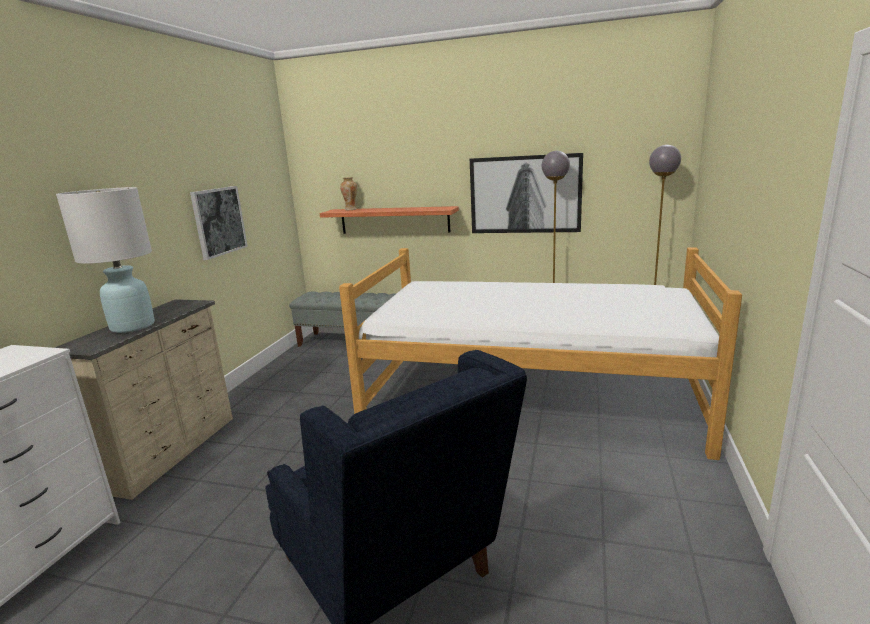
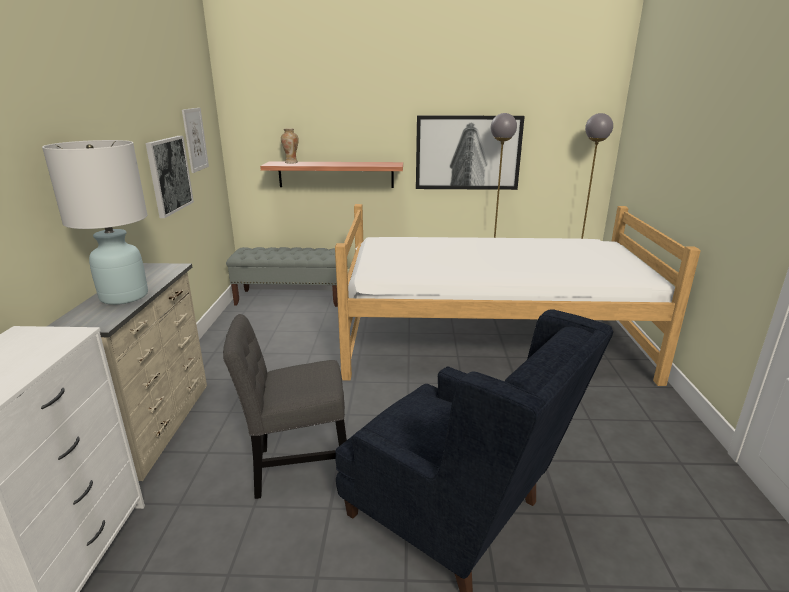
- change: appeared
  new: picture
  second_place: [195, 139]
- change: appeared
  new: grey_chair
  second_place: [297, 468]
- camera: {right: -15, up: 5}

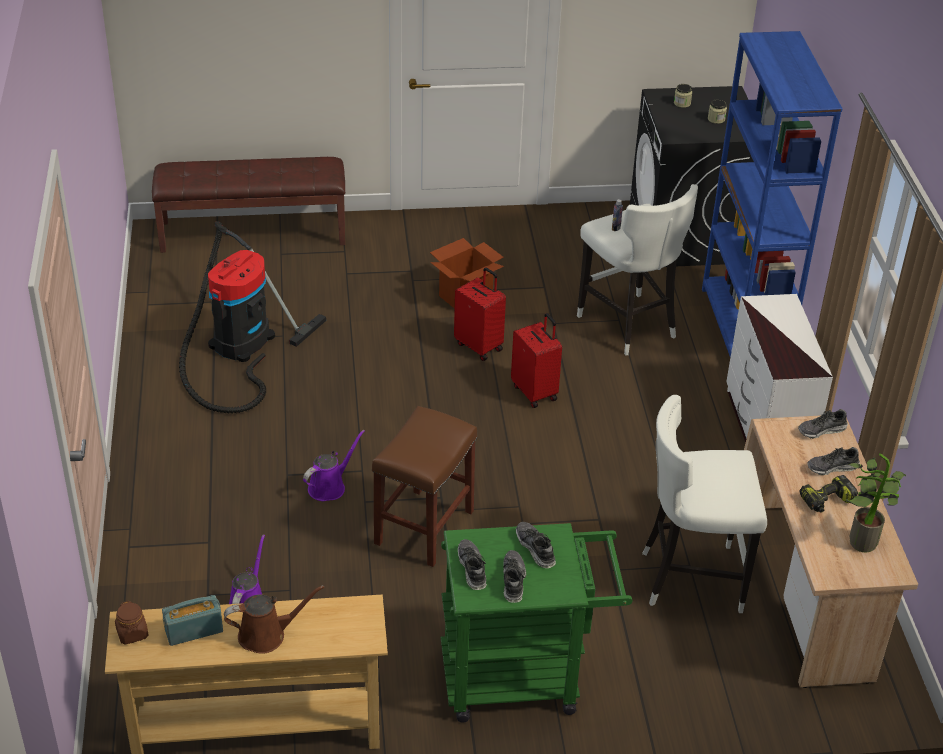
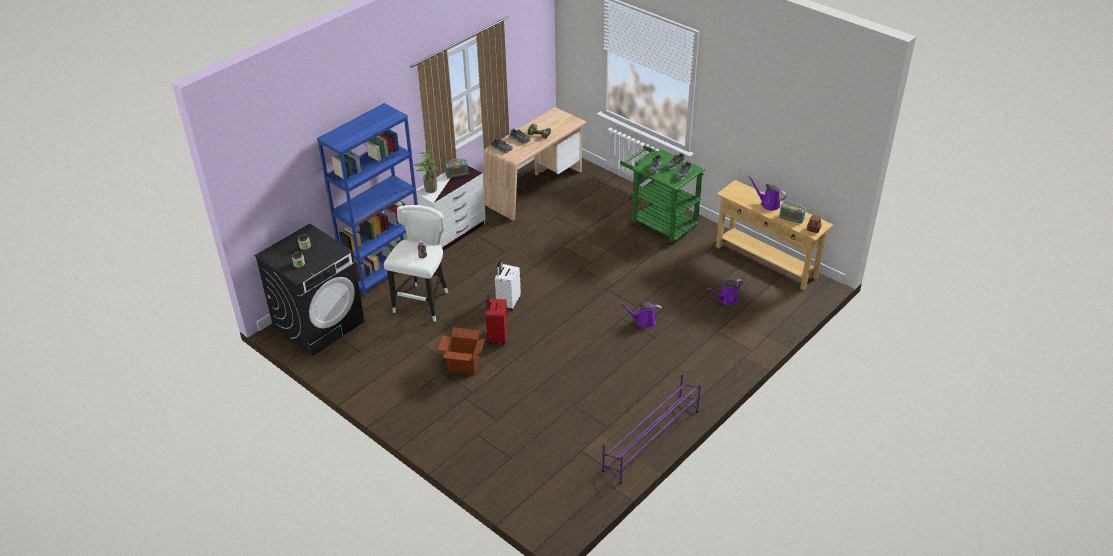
- change: relocated
  old: potted_plant
  first_place: [862, 539]
  second_place: [429, 190]
- change: appeared
  new: radio
  second_place: [457, 174]
- change: colour
  old: red_suitcase
  new: white_suitcase
  first_place: [535, 392]
  second_place: [508, 302]
- change: appeared
  new: purple_shoe_rack
  second_place: [650, 440]
- change: colour
  old: brown_watering_can
  new: purple_watering_can
  first_place: [266, 635]
  second_place: [768, 204]
- change: missing
  old: brown_bench
  first_place: [253, 232]
- change: missing
  old: vacuum_cleaner
  first_place: [239, 346]
- change: missing
  old: brown_stool
  first_place: [424, 526]
- change: missing
  old: white_stool
  first_place: [691, 578]
- camera: {right: -130, up: 0}

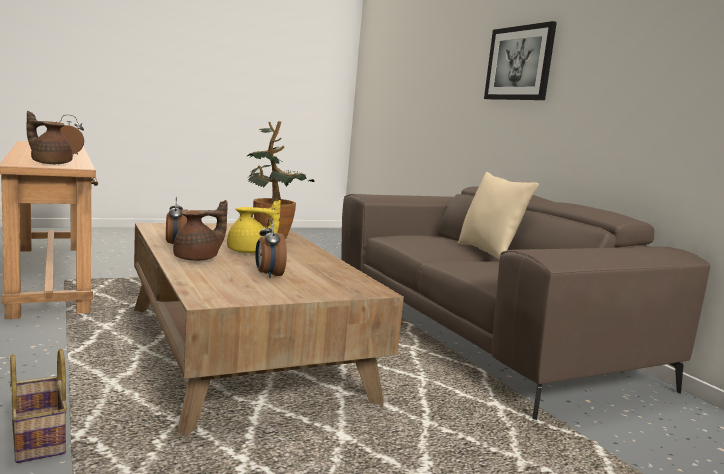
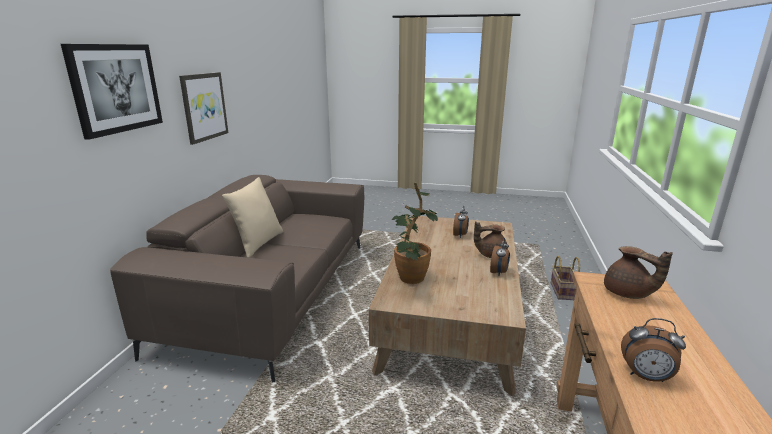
- change: appeared
  new: picture
  second_place: [204, 106]
- change: missing
  old: yellow_teapot
  first_place: [249, 252]
- camera: {right: -140, up: 10}

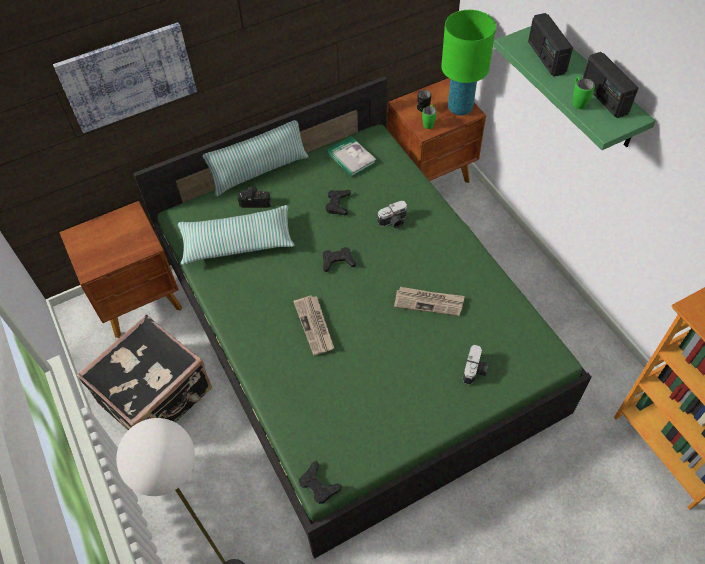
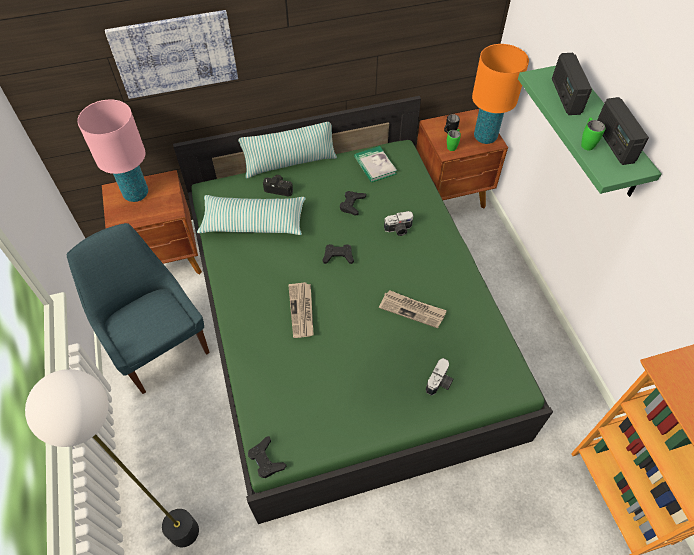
- change: exchanged
  old: black_suitcase
  new: blue_chair
  first_place: [157, 397]
  second_place: [159, 346]
- change: appeared
  new: pink_table_lamp
  second_place: [136, 193]
- change: colour
  old: green_table_lamp
  new: orange_table_lamp
  first_place: [460, 108]
  second_place: [485, 137]
- camera: {right: 10, up: 0}

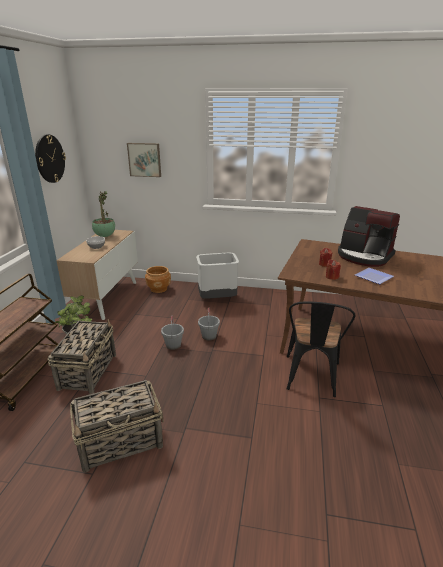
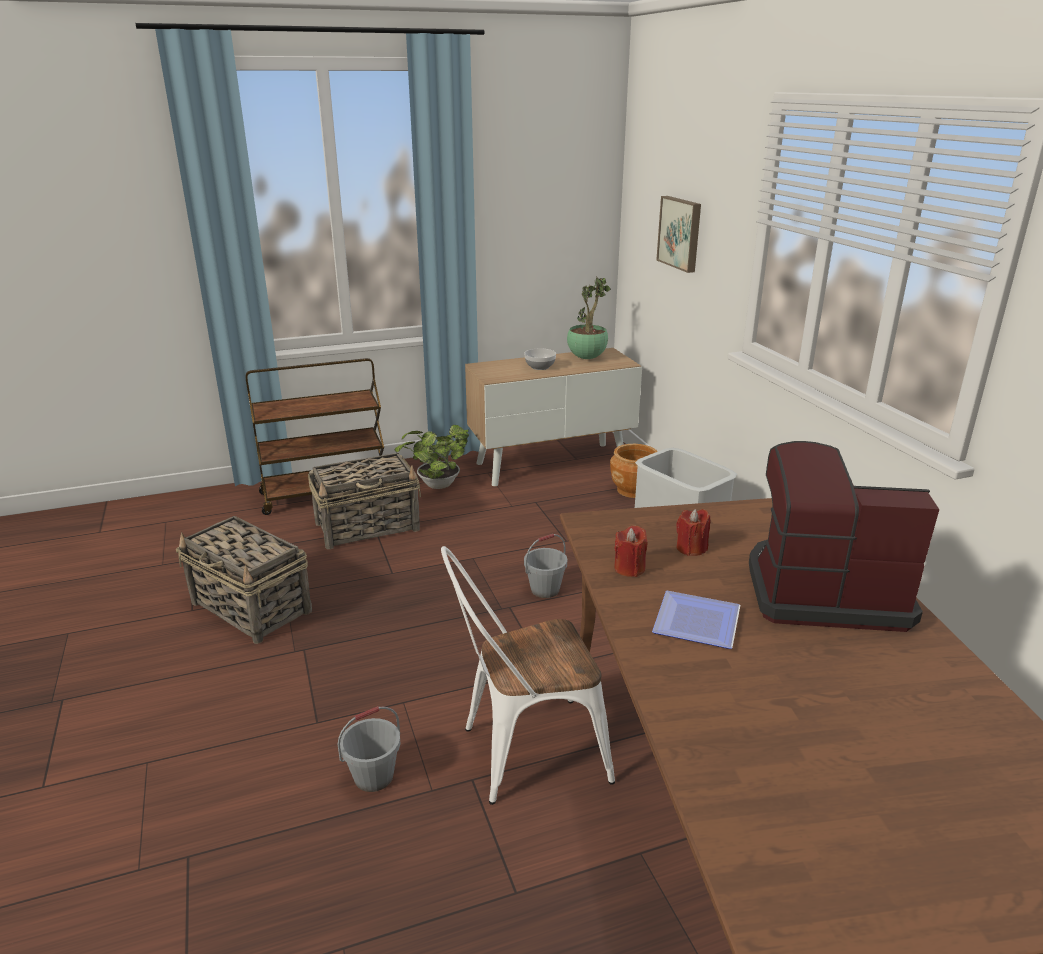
- change: relocated
  old: grey_bucket
  first_place: [173, 345]
  second_place: [374, 776]
- change: colour
  old: black_chair
  new: white_chair
  first_place: [311, 379]
  second_place: [523, 753]
- change: spun
  old: coffee_machine
  first_place: [364, 256]
  second_place: [822, 592]
  degrees: 90
- change: missing
  old: wall_clock
  first_place: [50, 159]
- camera: {right: 60, up: 0}

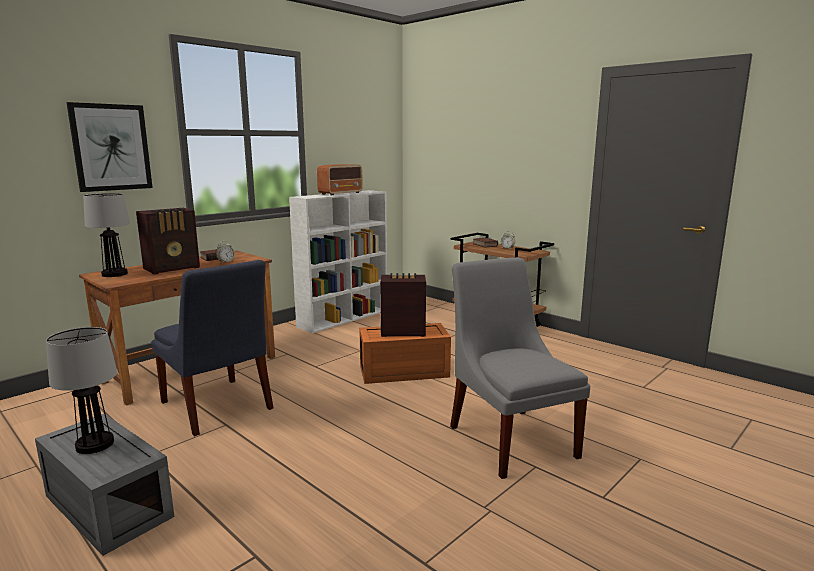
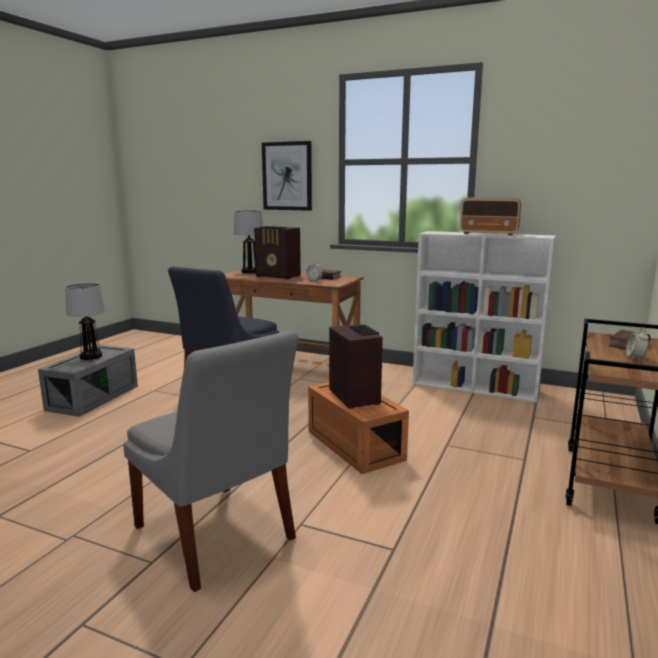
- change: spun
  old: grey_chair
  first_place: [510, 438]
  second_place: [216, 536]
  degrees: 90
- camera: {right: 70, up: 0}

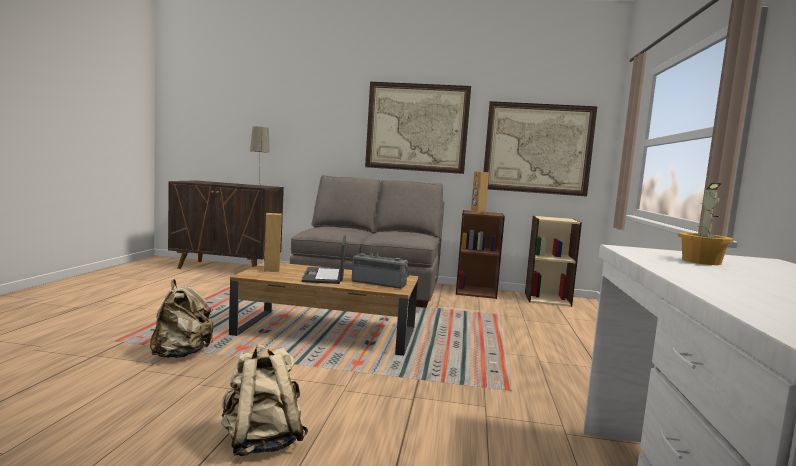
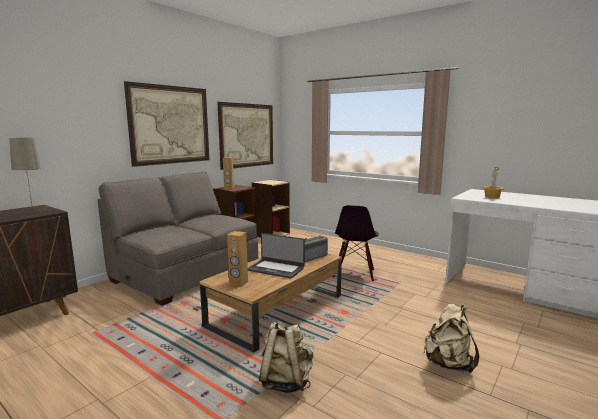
- change: appeared
  new: black_chair
  second_place: [354, 274]
- camera: {right: -60, up: 5}

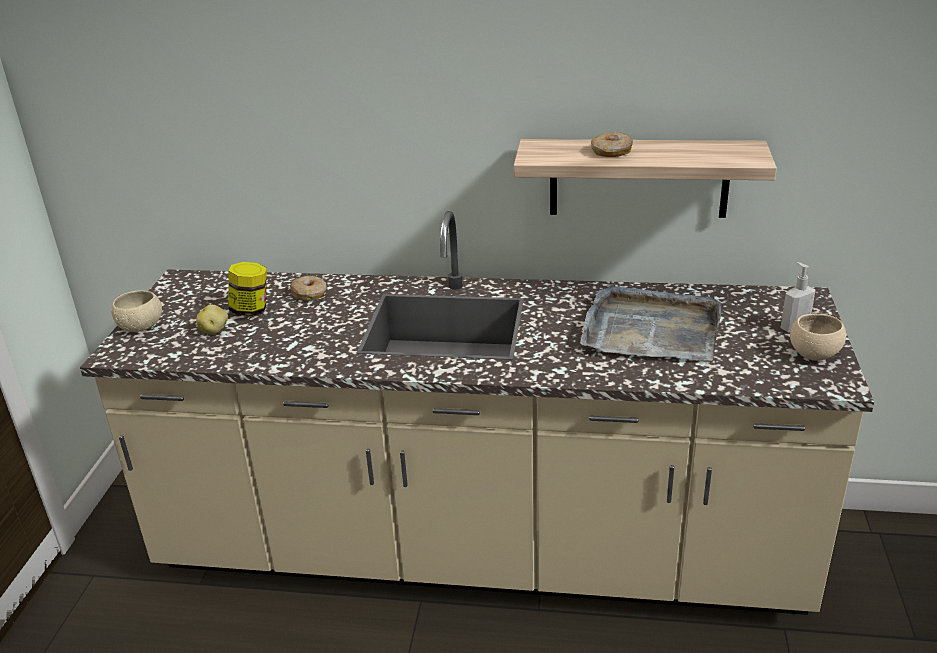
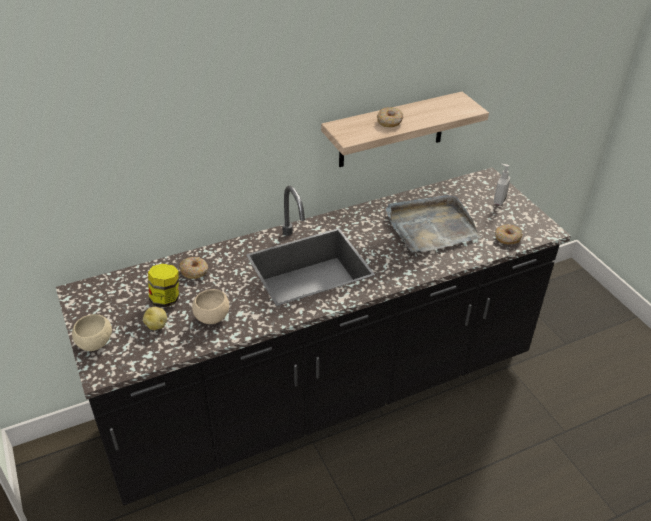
- change: colour
  old: beige_counter
  new: black_counter
  first_place: [479, 552]
  second_place: [323, 395]
- change: relocated
  old: beige_bowl
  first_place: [814, 354]
  second_place: [212, 317]
- change: appeared
  new: donut
  second_place: [507, 238]
- camera: {right: -35, up: 10}

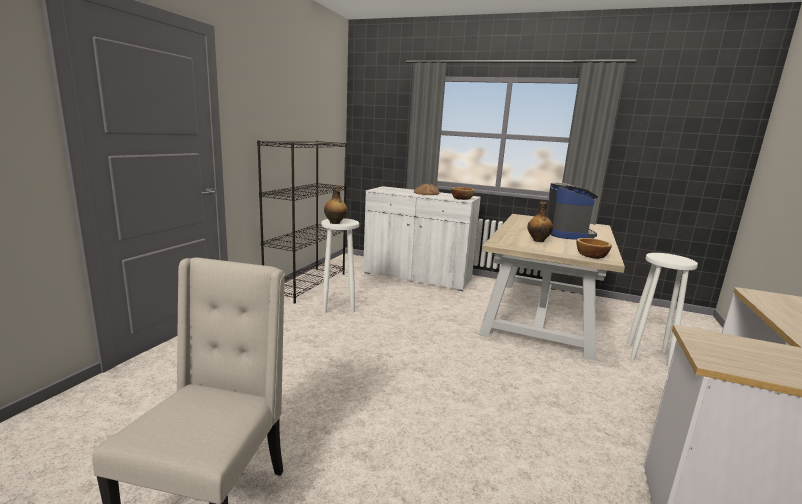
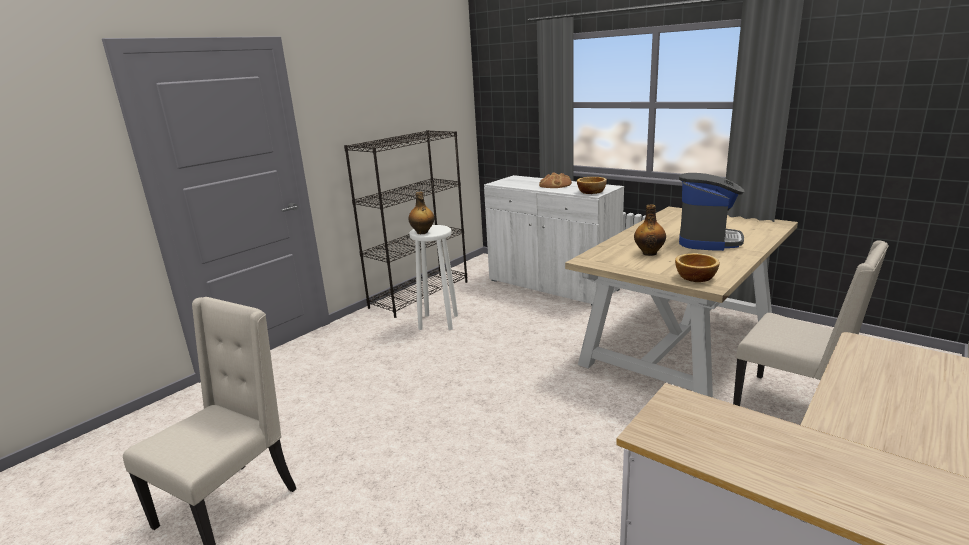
- change: exchanged
  old: white_stool
  new: beige_chair
  first_place: [648, 355]
  second_place: [793, 407]
- camera: {right: 20, up: 5}

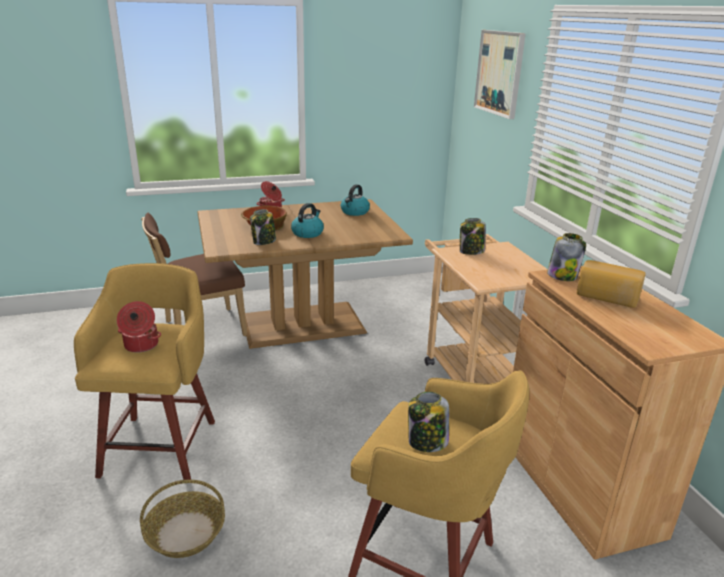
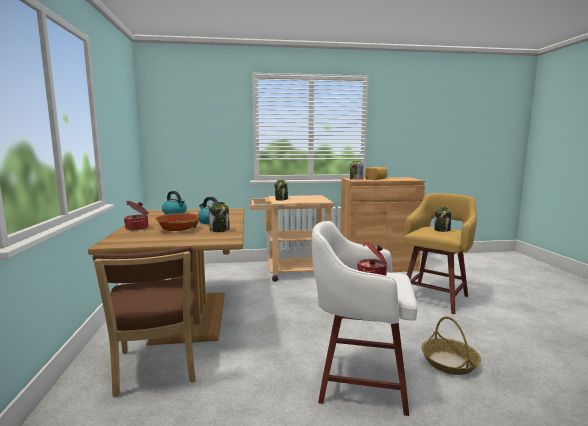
- change: colour
  old: yellow_stool
  new: white_stool
  first_place: [161, 445]
  second_place: [359, 381]
- change: missing
  old: picture
  first_place: [500, 73]
- camera: {right: -80, up: -15}

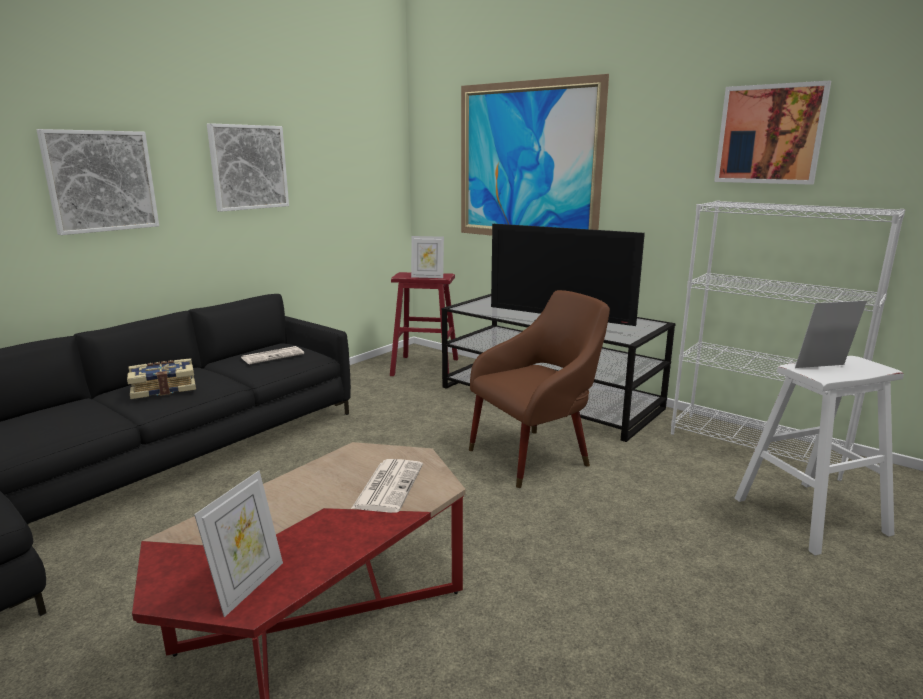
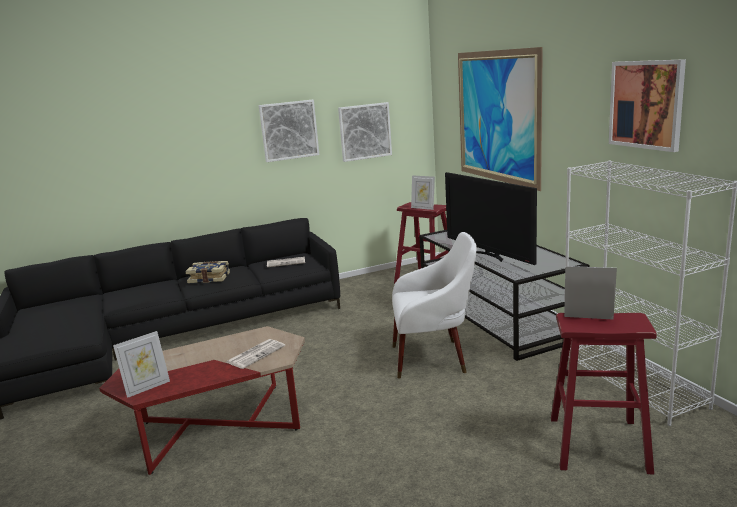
- change: relocated
  old: picture
  first_place: [101, 181]
  second_place: [365, 131]
- change: colour
  old: brown_armchair
  new: white_armchair
  first_place: [535, 455]
  second_place: [434, 358]
- change: colour
  old: white_stool
  new: red_stool
  first_place: [810, 516]
  second_place: [598, 444]
- camera: {right: 30, up: 0}

